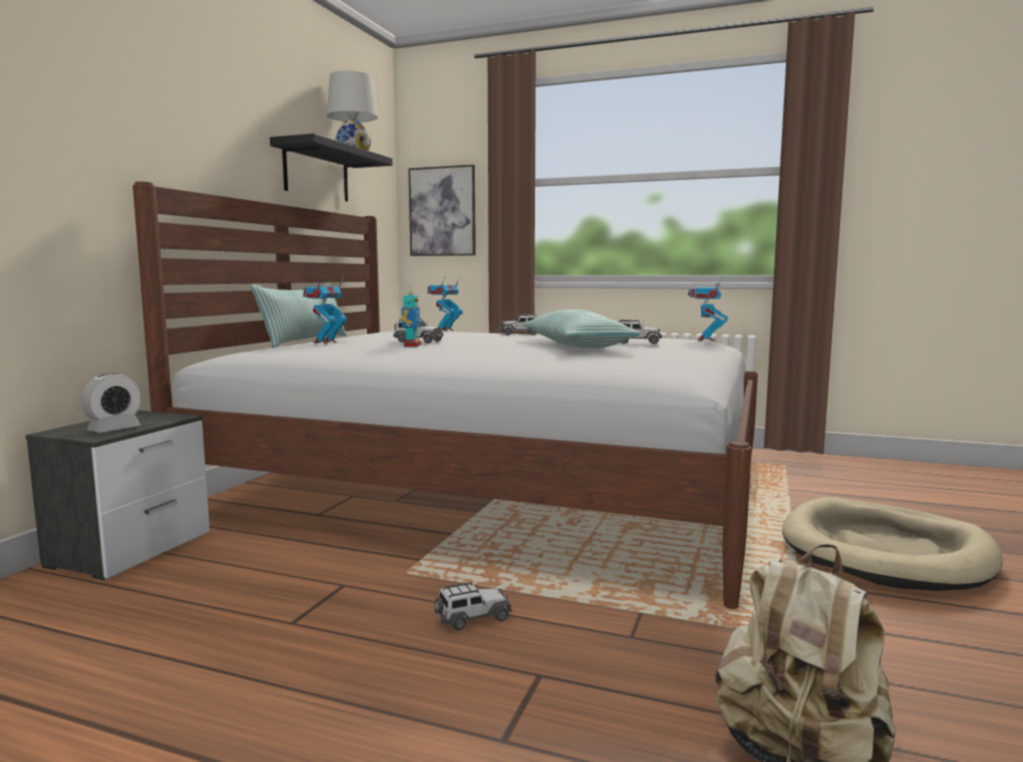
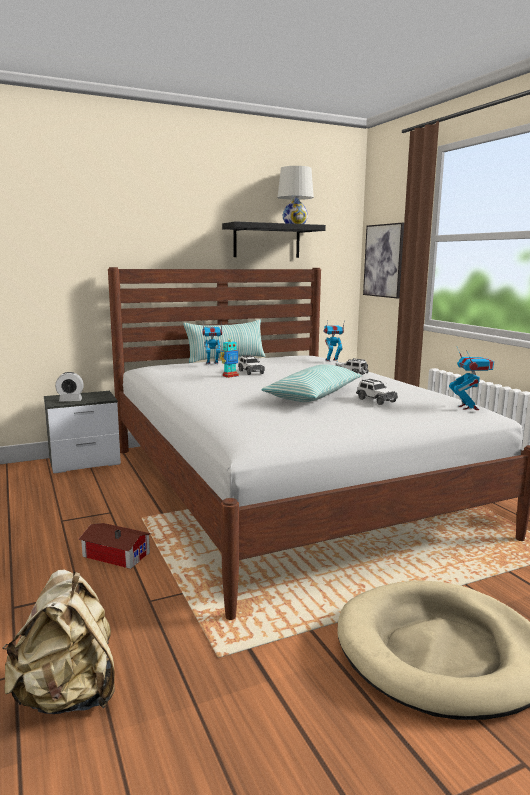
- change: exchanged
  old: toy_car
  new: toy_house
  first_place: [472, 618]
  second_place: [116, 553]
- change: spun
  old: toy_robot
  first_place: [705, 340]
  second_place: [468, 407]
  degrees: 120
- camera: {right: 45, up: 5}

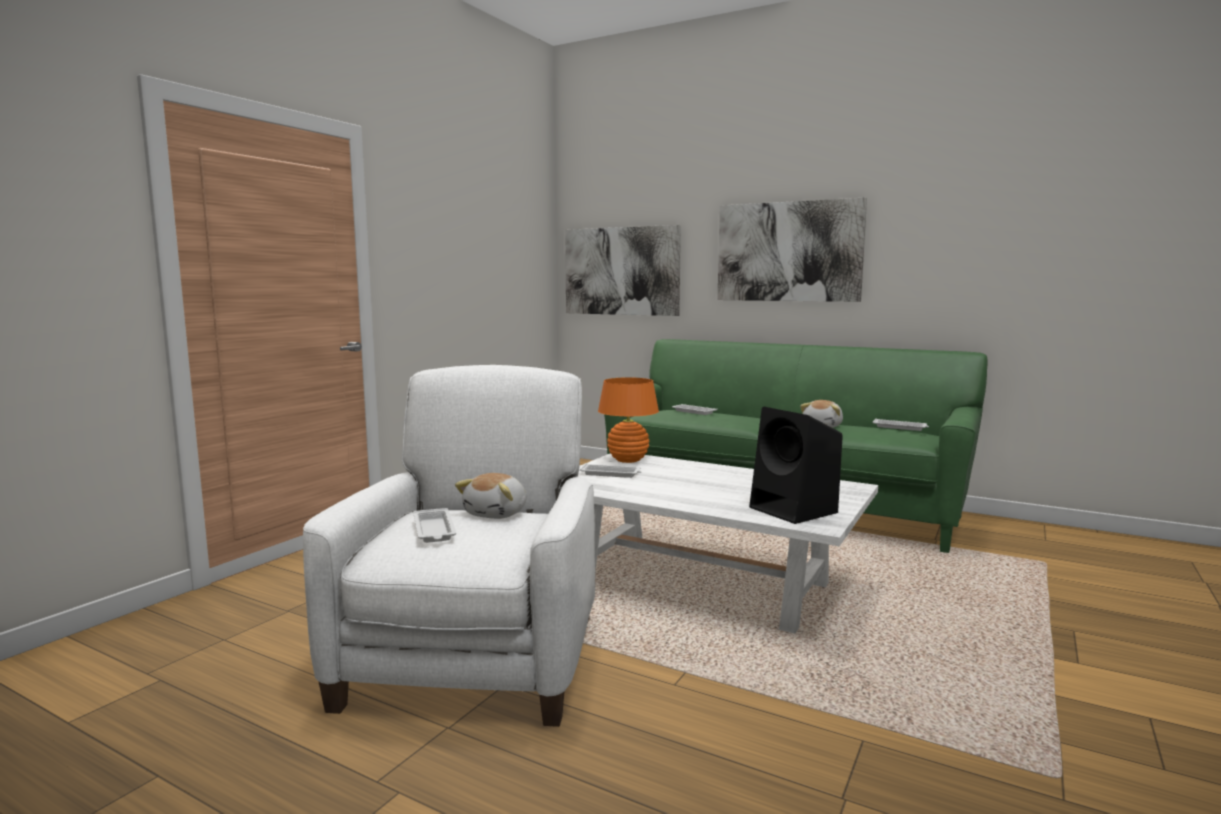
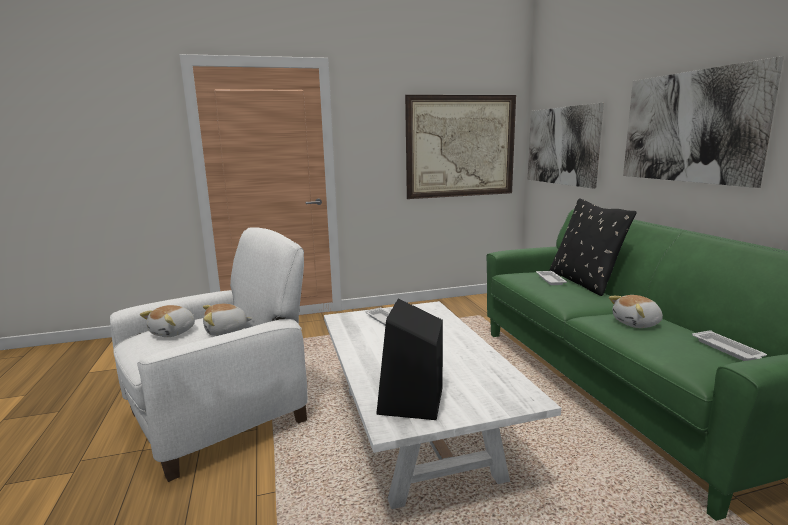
- change: exchanged
  old: white_tray
  new: plush_toy
  first_place: [434, 530]
  second_place: [174, 332]
- change: appeared
  new: picture
  second_place: [461, 146]
- change: appeared
  new: black_pillow
  second_place: [583, 282]
- change: missing
  old: orange_table_lamp
  first_place: [628, 460]
- camera: {right: 45, up: 5}

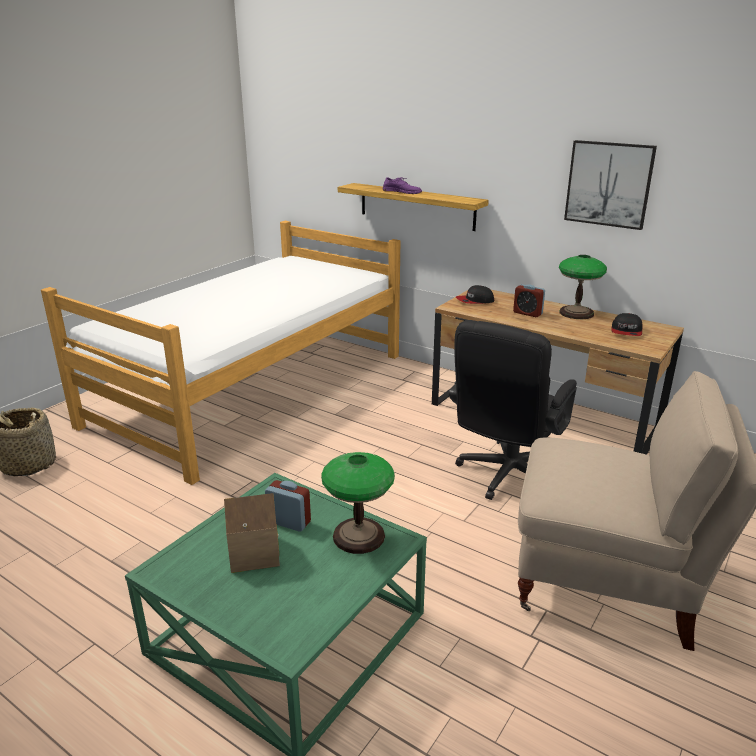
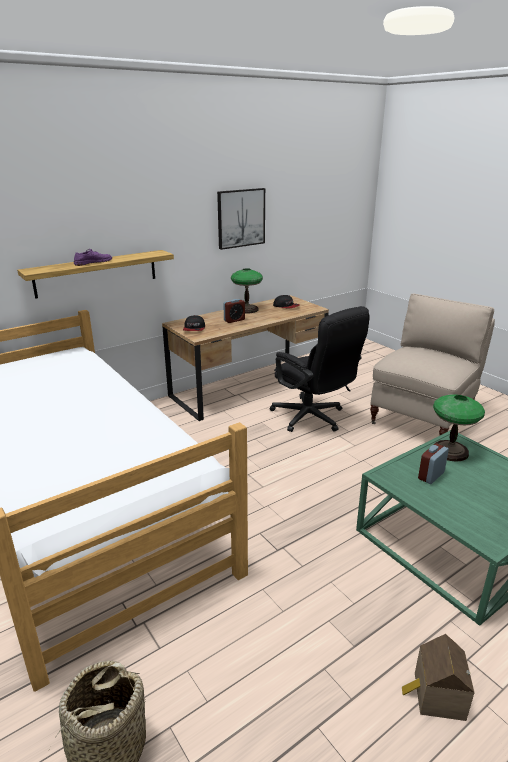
- change: relocated
  old: toy_house
  first_place: [253, 551]
  second_place: [436, 696]
- camera: {right: -70, up: 0}

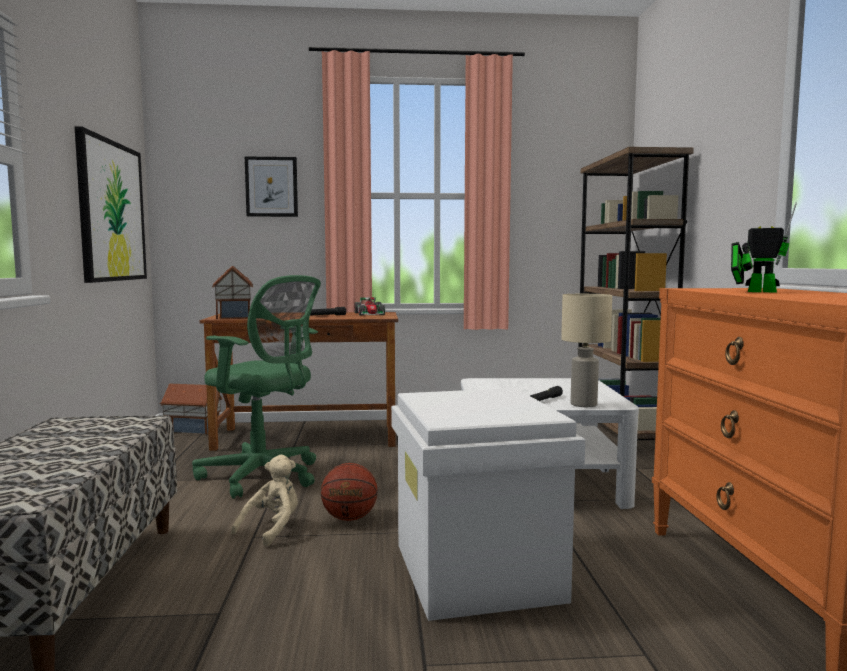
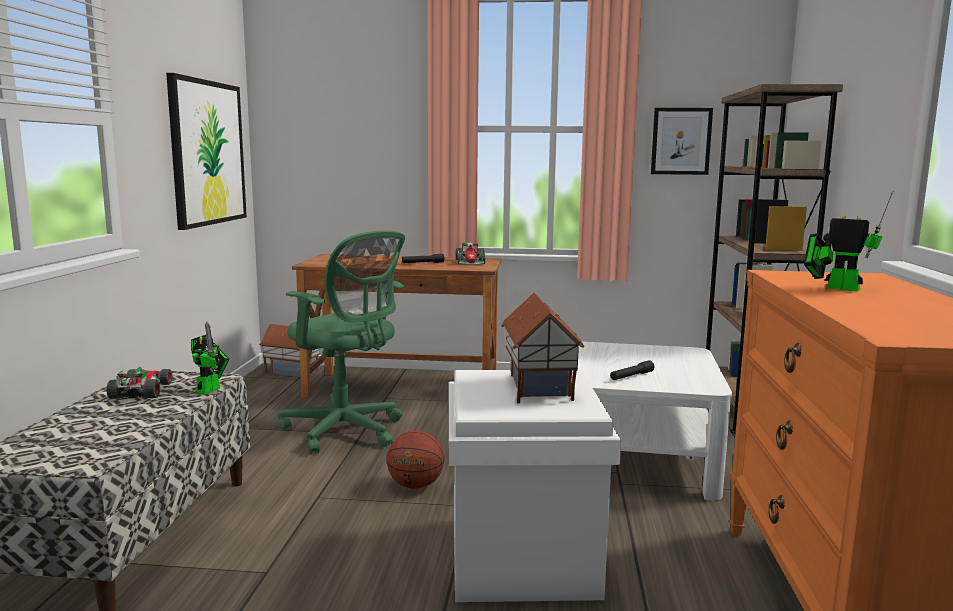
- change: appeared
  new: toy_car
  second_place: [142, 390]
- change: appeared
  new: toy_robot
  second_place: [211, 389]
- change: relocated
  old: toy_house
  first_place: [233, 316]
  second_place: [537, 388]
- change: relocated
  old: picture
  first_place: [271, 187]
  second_place: [681, 141]
- change: missing
  old: beige_plush_toy
  first_place: [272, 529]
- change: missing
  old: beige_table_lamp
  first_place: [584, 404]
- camera: {right: 10, up: 5}

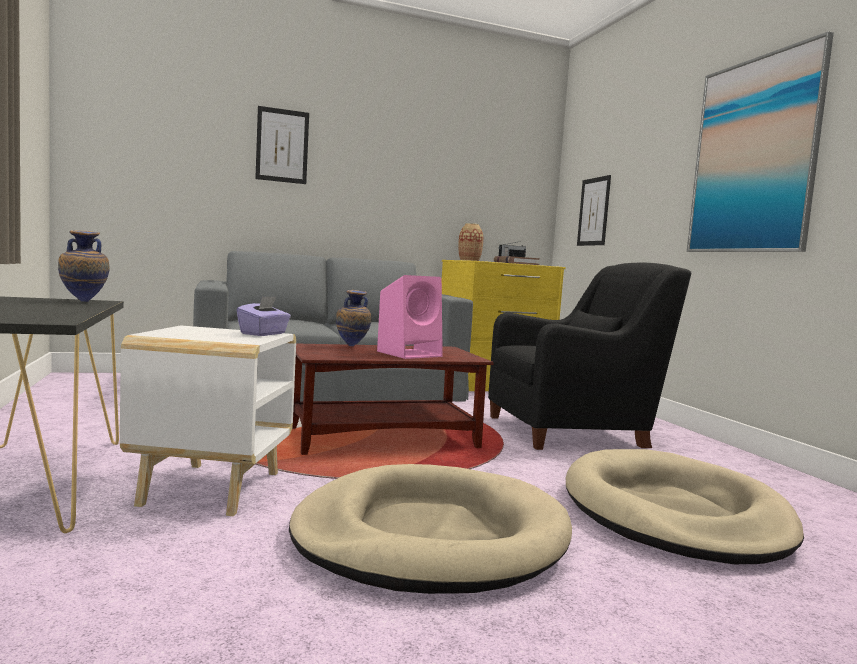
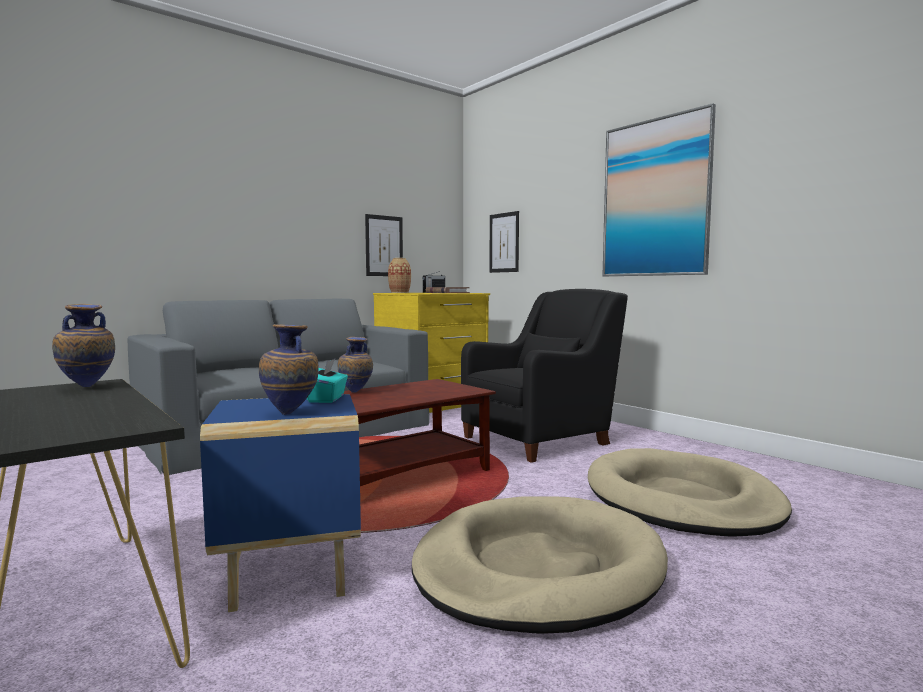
- change: colour
  old: white_side_table
  new: blue_side_table
  first_place: [212, 487]
  second_place: [289, 568]
- change: appeared
  new: vase
  second_place: [291, 413]
- change: colour
  old: purple_tissue_box
  new: turquoise_tissue_box
  first_place: [264, 334]
  second_place: [327, 399]
- change: relocated
  old: picture
  first_place: [282, 145]
  second_place: [384, 246]
- change: missing
  old: pink_speaker
  first_place: [410, 354]
- camera: {right: -20, up: 0}

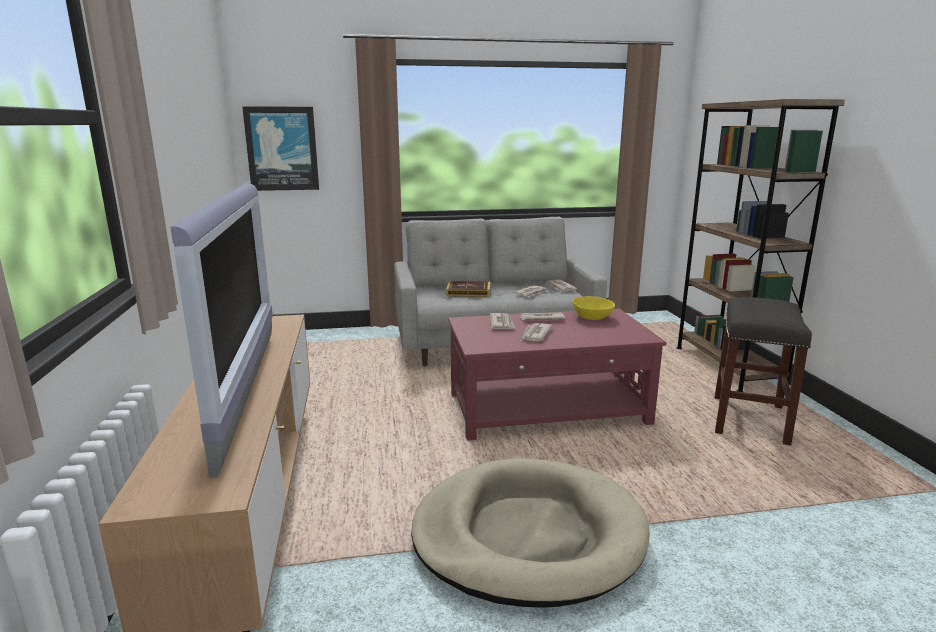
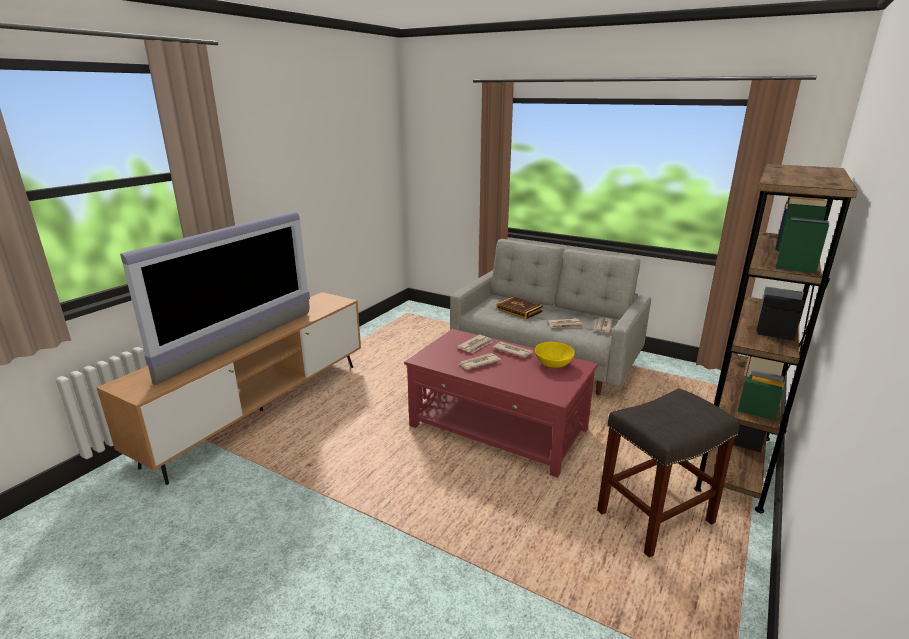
- change: missing
  old: picture
  first_place: [282, 149]
- change: missing
  old: beige_dog_bed
  first_place: [528, 535]
- camera: {right: 40, up: 5}

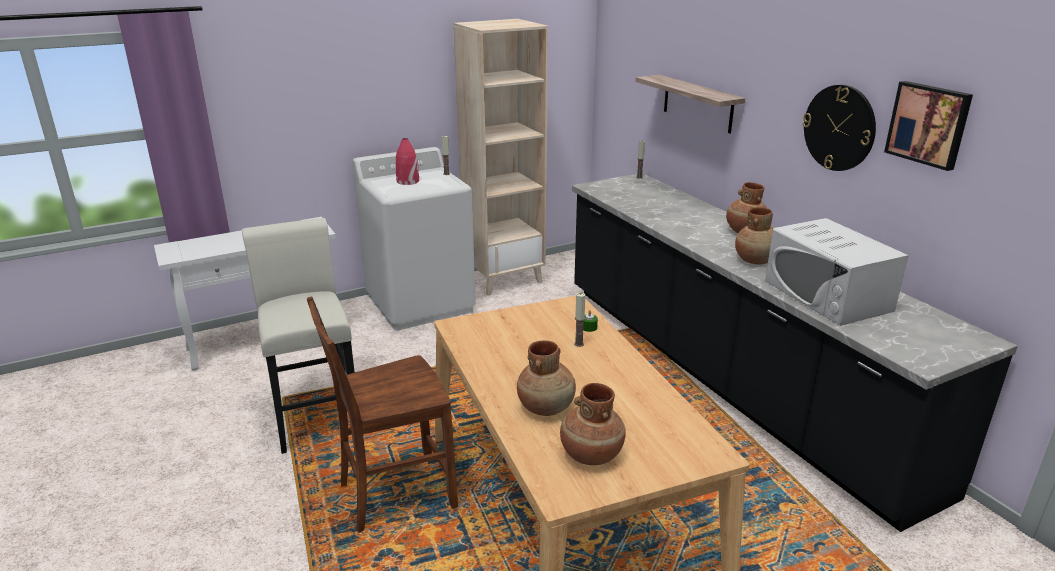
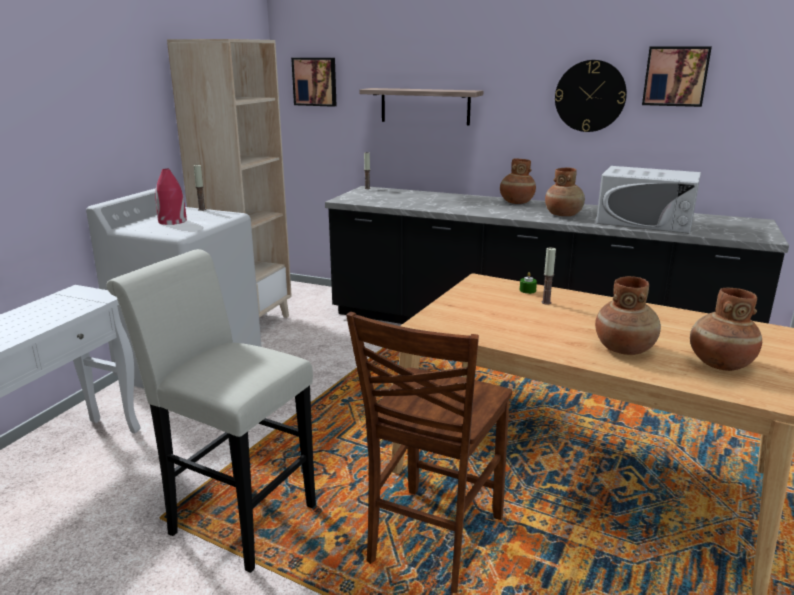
- change: appeared
  new: picture
  second_place: [315, 81]
- camera: {right: -40, up: -5}

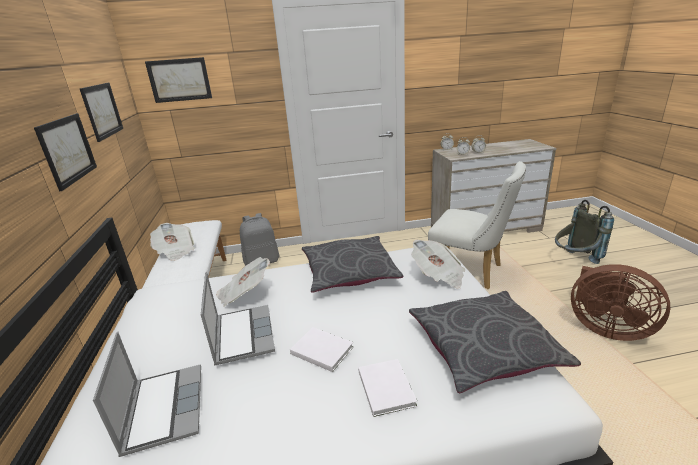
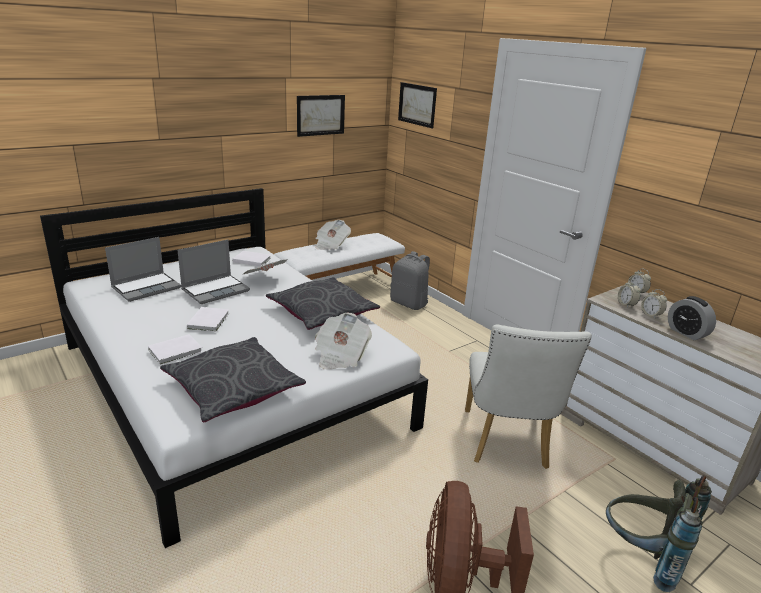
- change: appeared
  new: white_book
  second_place: [251, 260]
- change: appeared
  new: alarm_clock
  second_place: [686, 333]
- change: missing
  old: picture
  first_place: [67, 150]
- camera: {right: 60, up: 0}

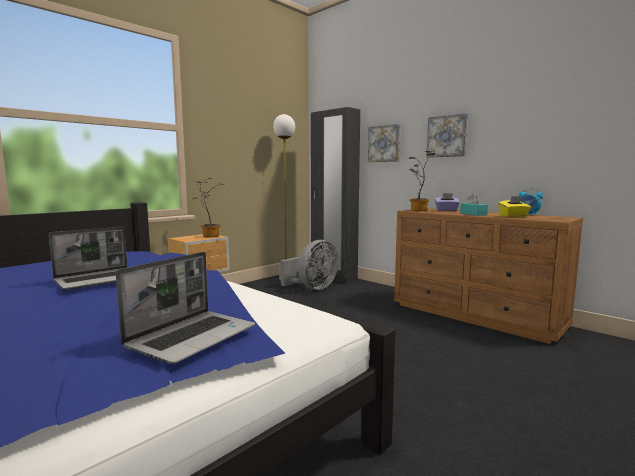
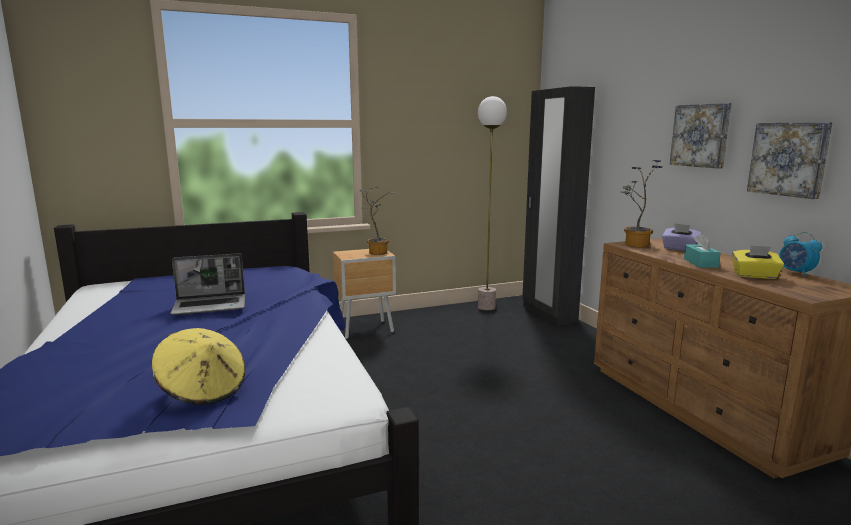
- change: exchanged
  old: laptop
  new: yellow_hat
  first_place: [192, 337]
  second_place: [203, 390]
- change: relocated
  old: picture
  first_place: [384, 144]
  second_place: [789, 159]
- change: missing
  old: grey_fan
  first_place: [313, 288]
- camera: {right: 25, up: 5}

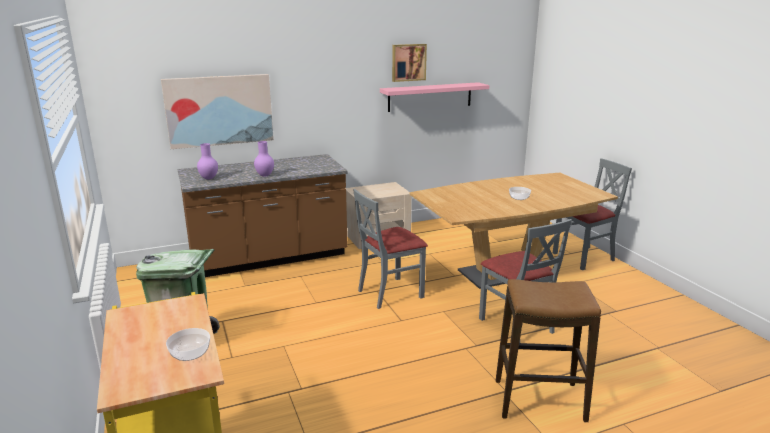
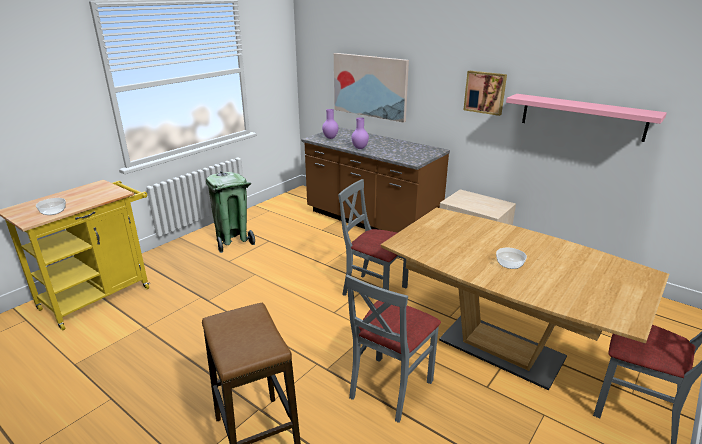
- change: relocated
  old: picture
  first_place: [408, 62]
  second_place: [485, 92]
- camera: {right: 60, up: 5}

